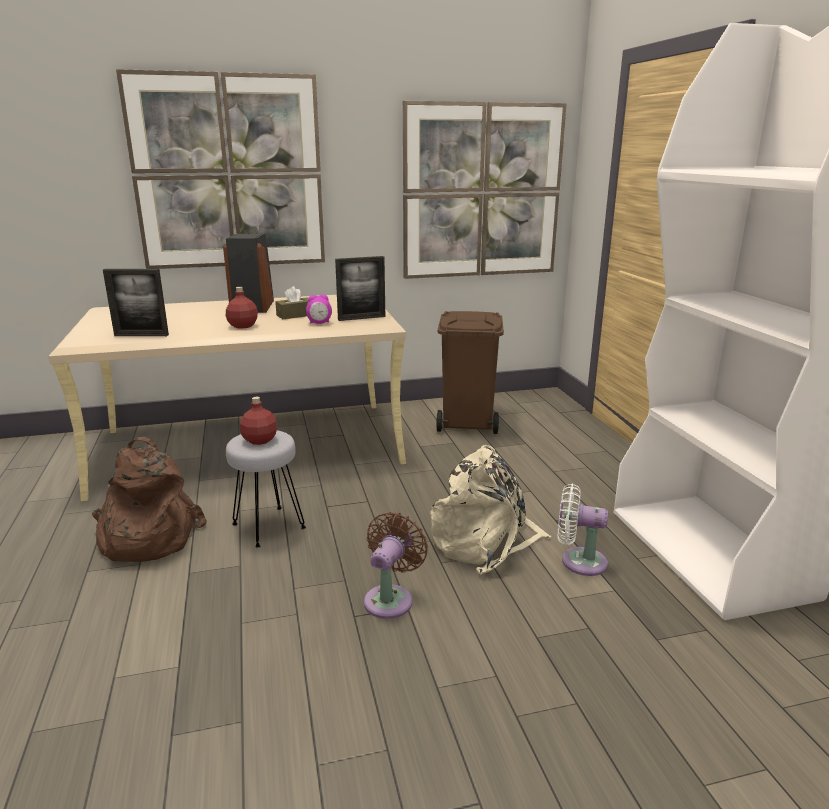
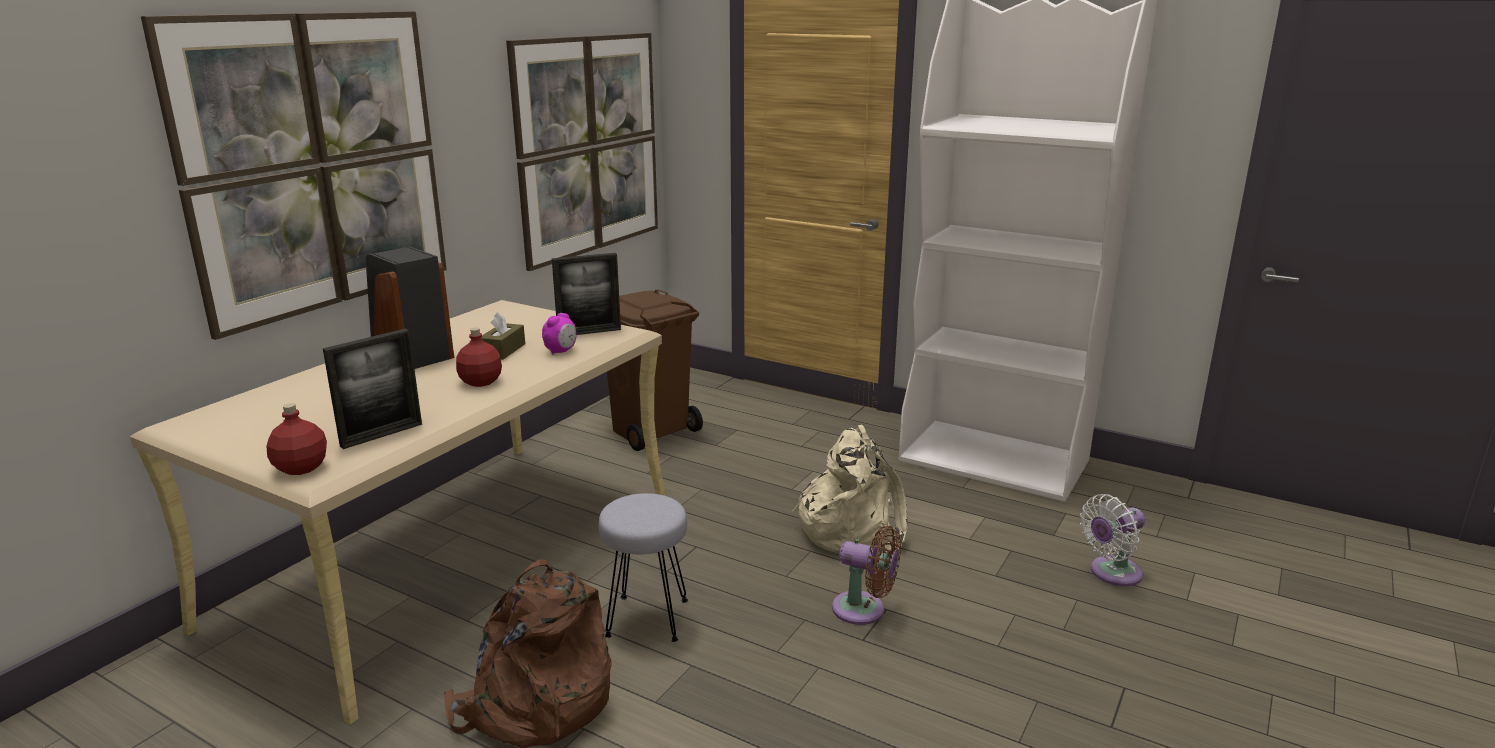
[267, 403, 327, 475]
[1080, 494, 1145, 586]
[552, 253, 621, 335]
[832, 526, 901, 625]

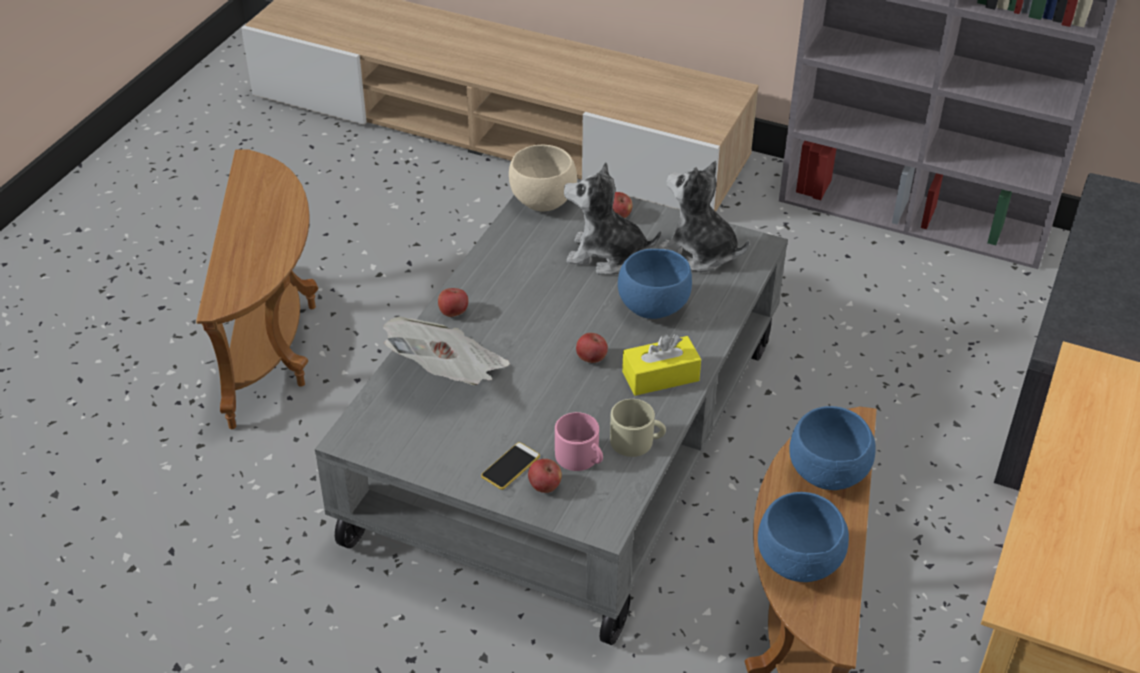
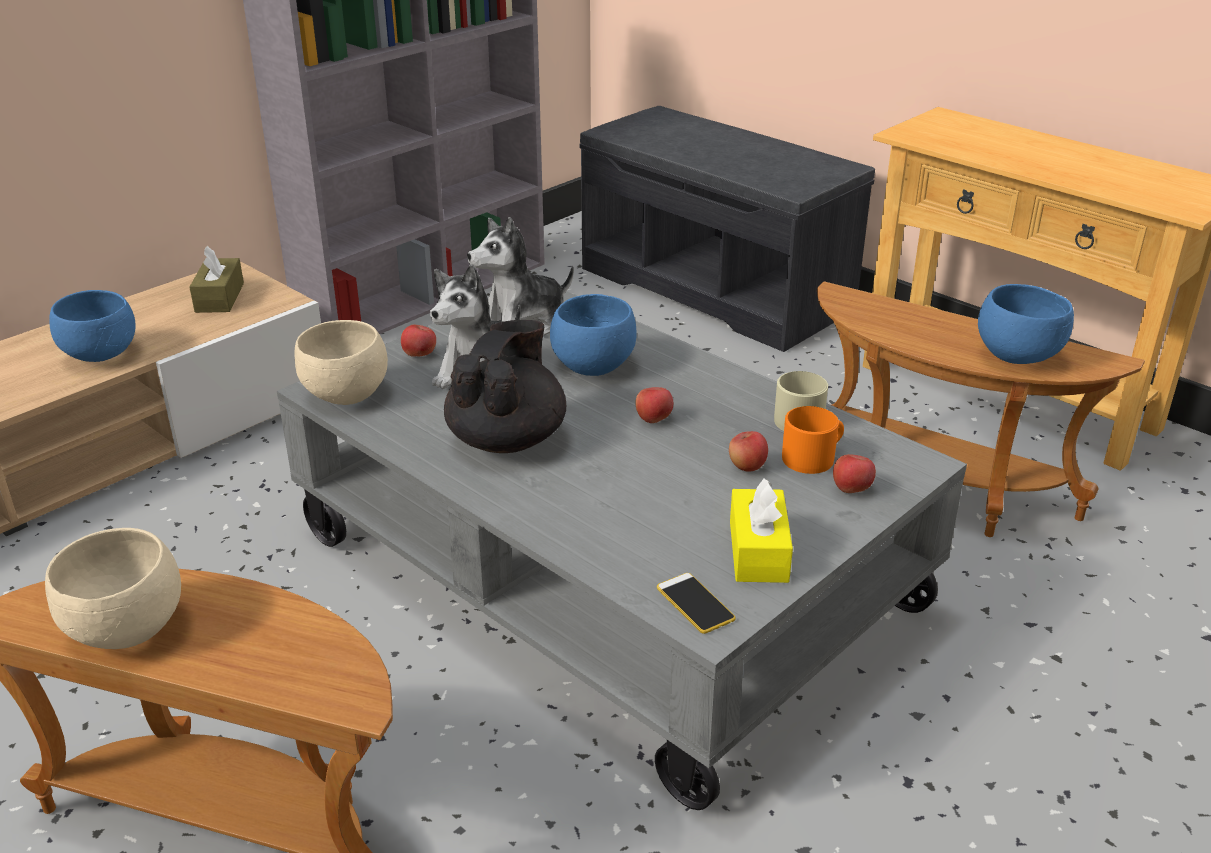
[383, 317, 510, 385] (first image)
[45, 528, 181, 649]
[189, 246, 244, 313]
[444, 320, 566, 453]
[729, 431, 768, 472]
[657, 573, 736, 634]
[730, 478, 793, 583]
[49, 290, 136, 362]
[782, 406, 844, 474]

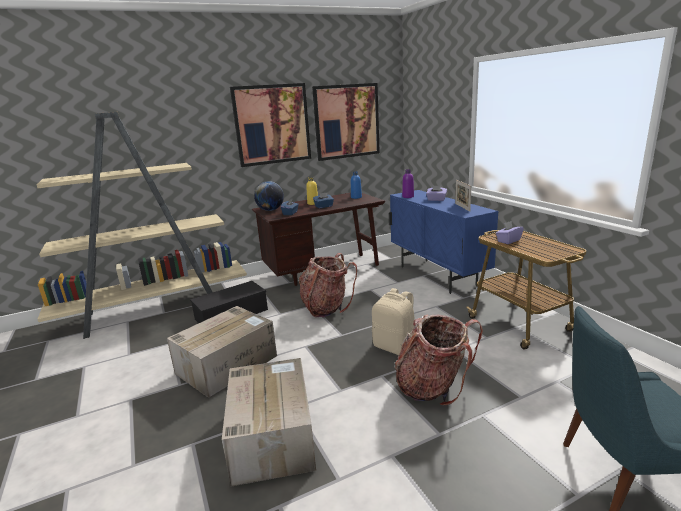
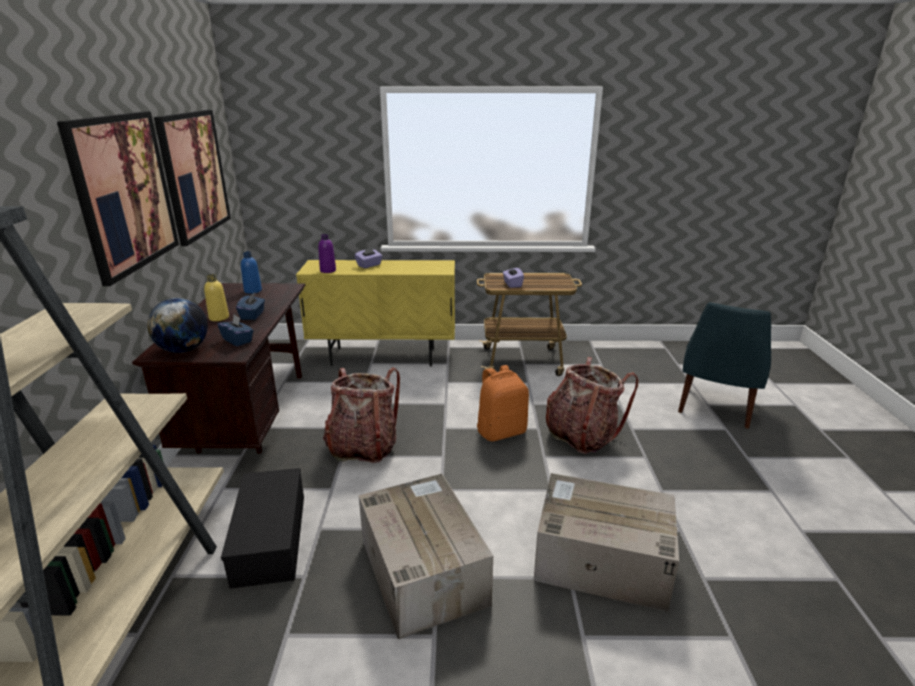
[455, 180, 471, 212] (first image)
[477, 365, 529, 441]
[296, 260, 455, 367]

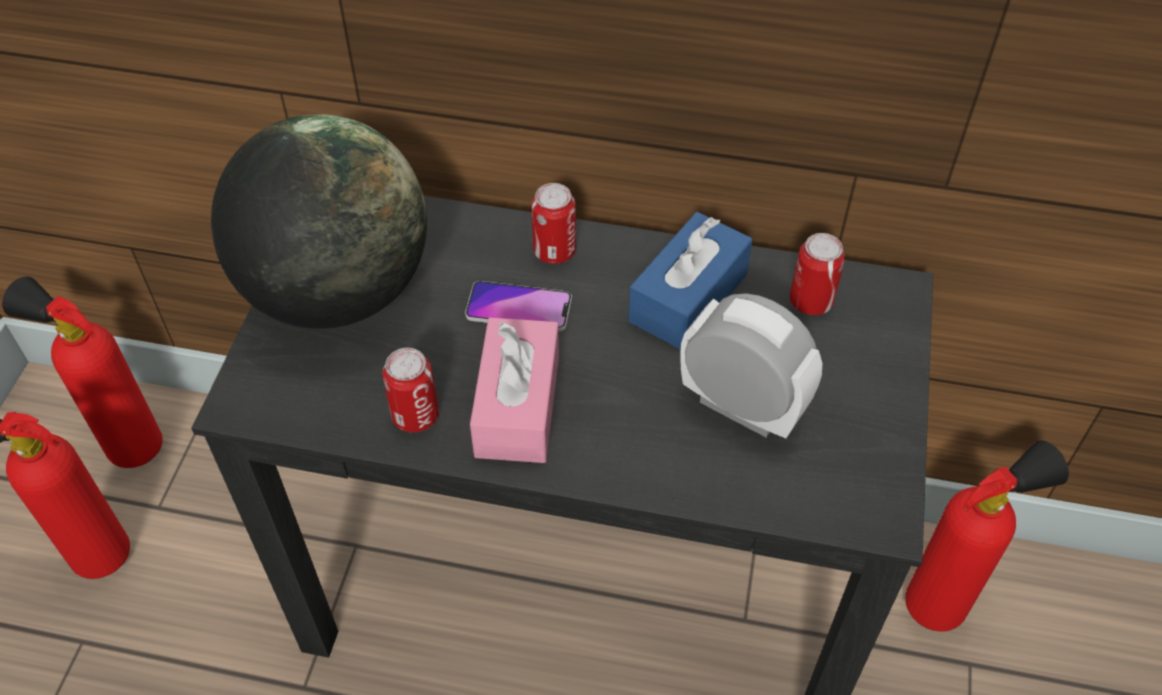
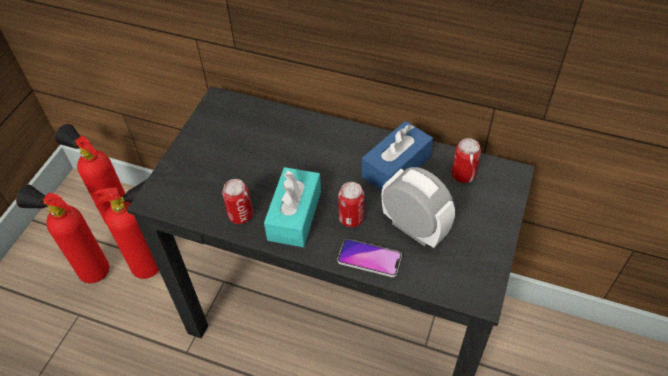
[211, 114, 427, 329] (first image)
[338, 239, 402, 277]
[338, 182, 365, 227]
[93, 180, 159, 279]
[264, 167, 321, 247]

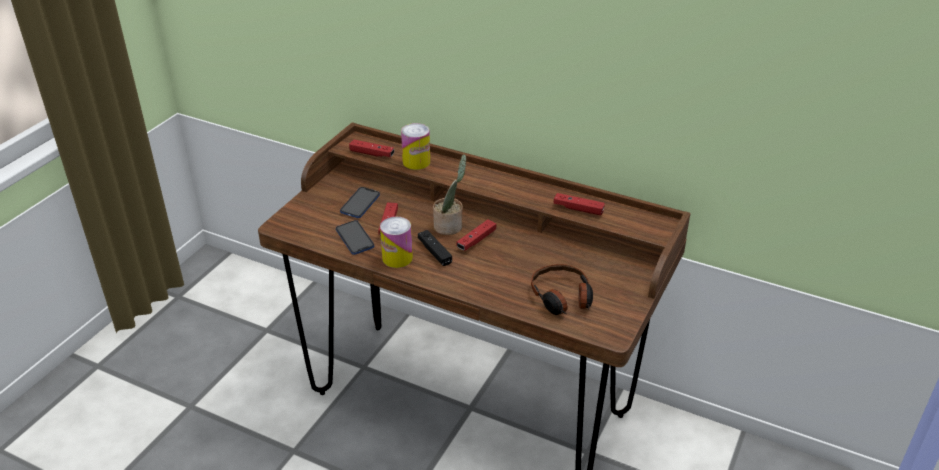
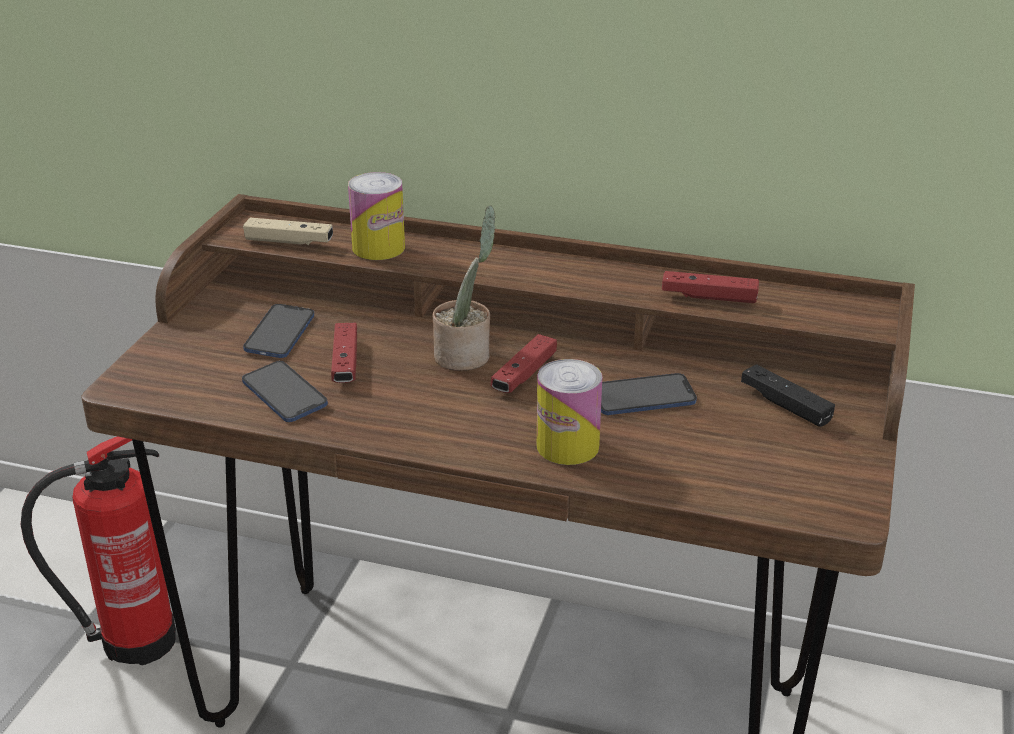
[531, 264, 593, 315] (first image)
[21, 436, 176, 665]
[601, 373, 697, 415]
[537, 359, 602, 465]
[741, 364, 835, 427]
[243, 218, 333, 245]

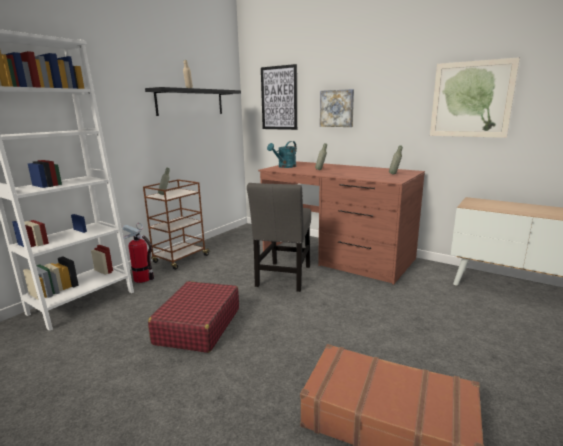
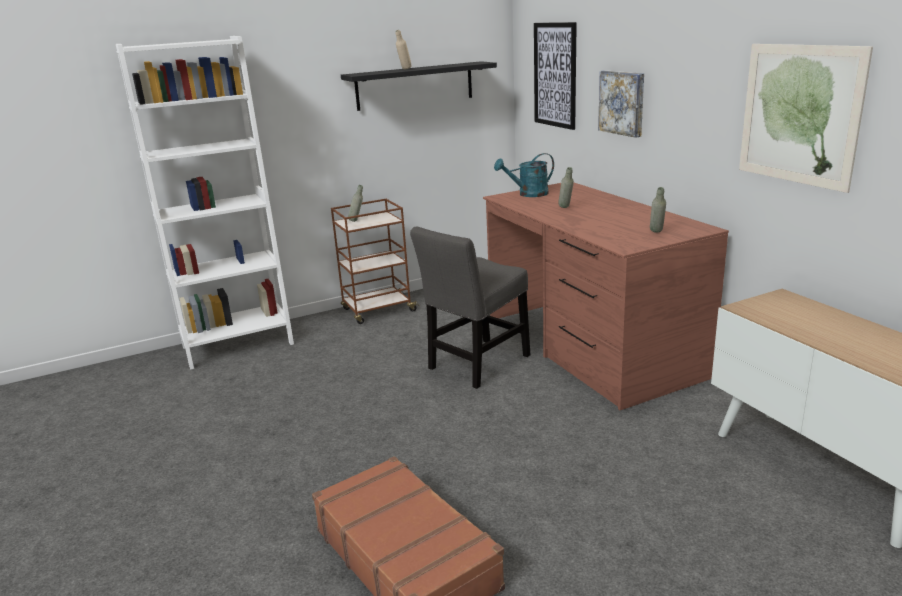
[122, 223, 154, 283] (first image)
[148, 281, 239, 353] (first image)

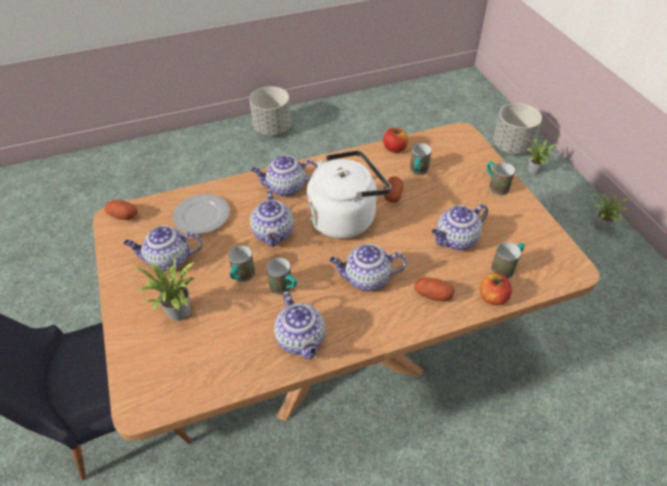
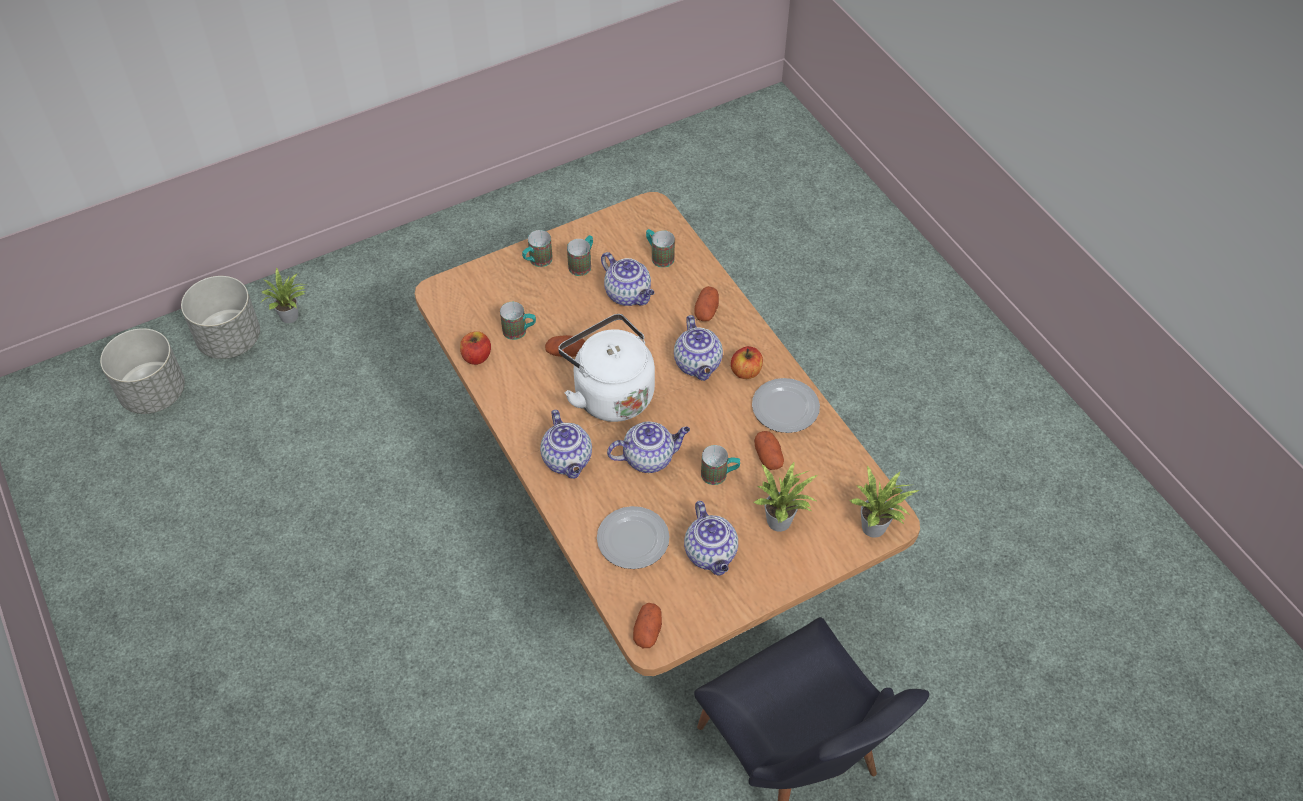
[754, 431, 784, 470]
[100, 328, 185, 414]
[567, 235, 593, 276]
[731, 346, 763, 379]
[849, 465, 920, 538]
[752, 378, 820, 433]

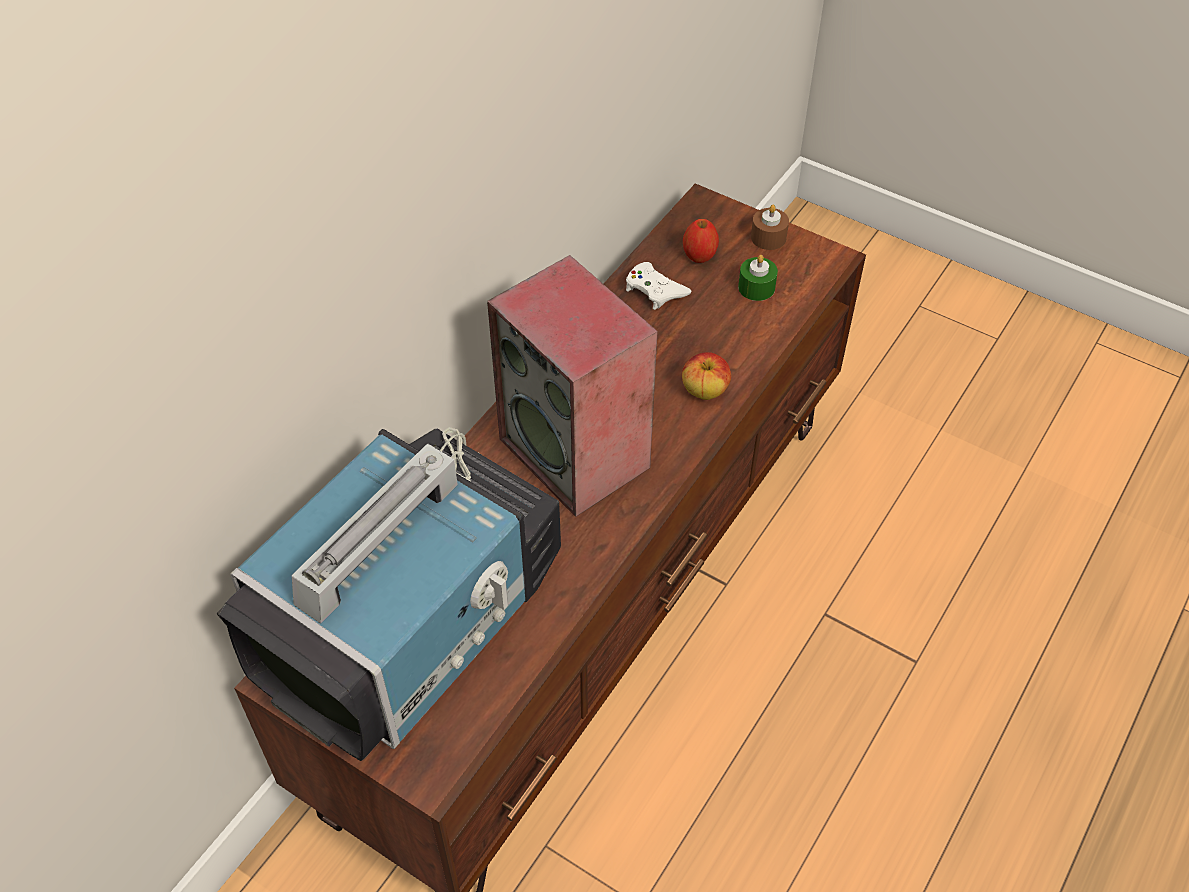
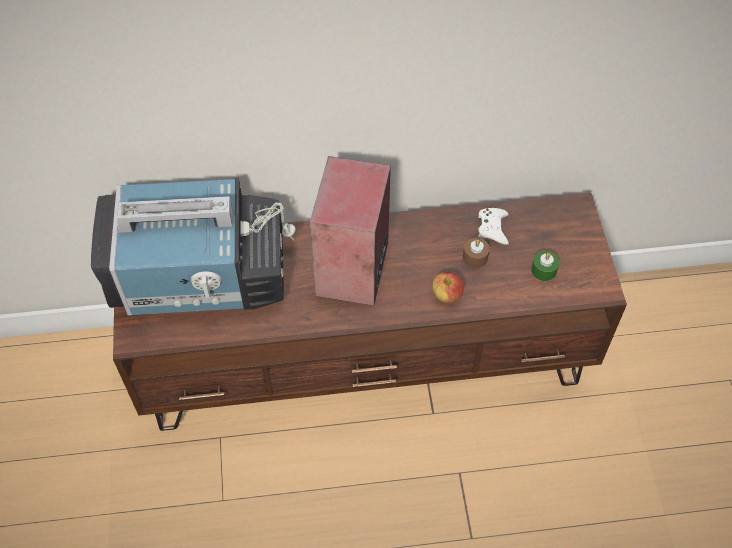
[683, 219, 719, 263] (first image)
[463, 238, 490, 268]

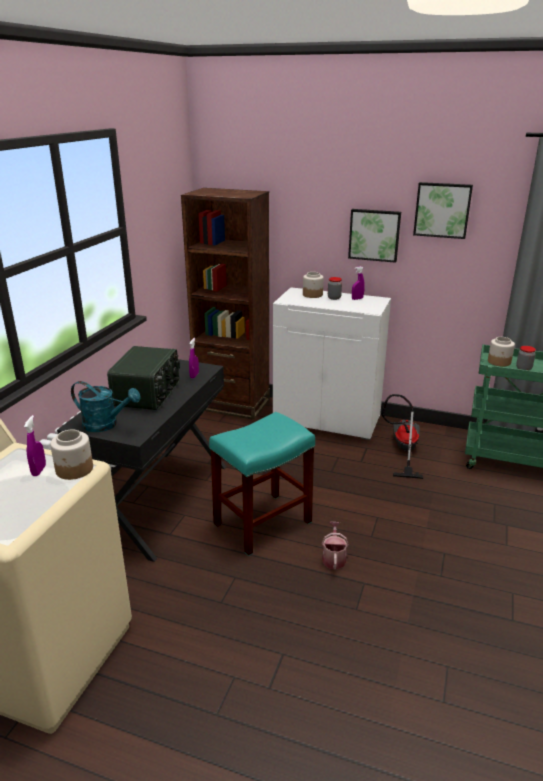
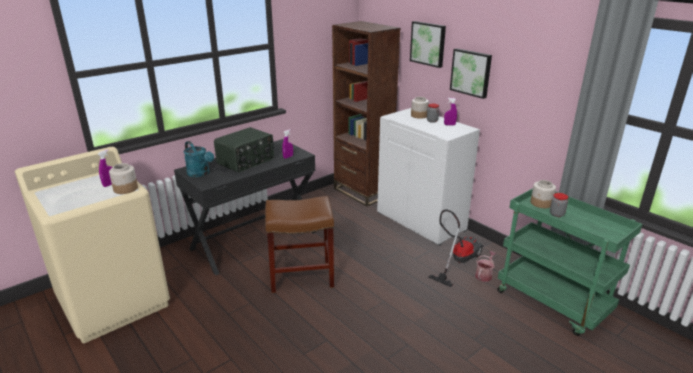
[475, 251, 496, 282]
[410, 21, 446, 68]
[265, 196, 334, 293]

